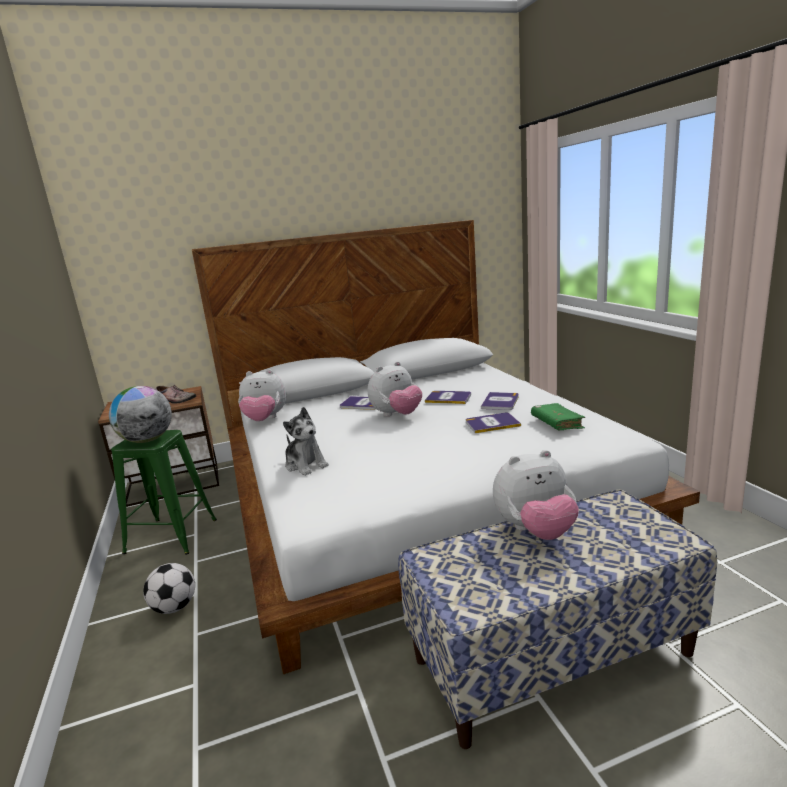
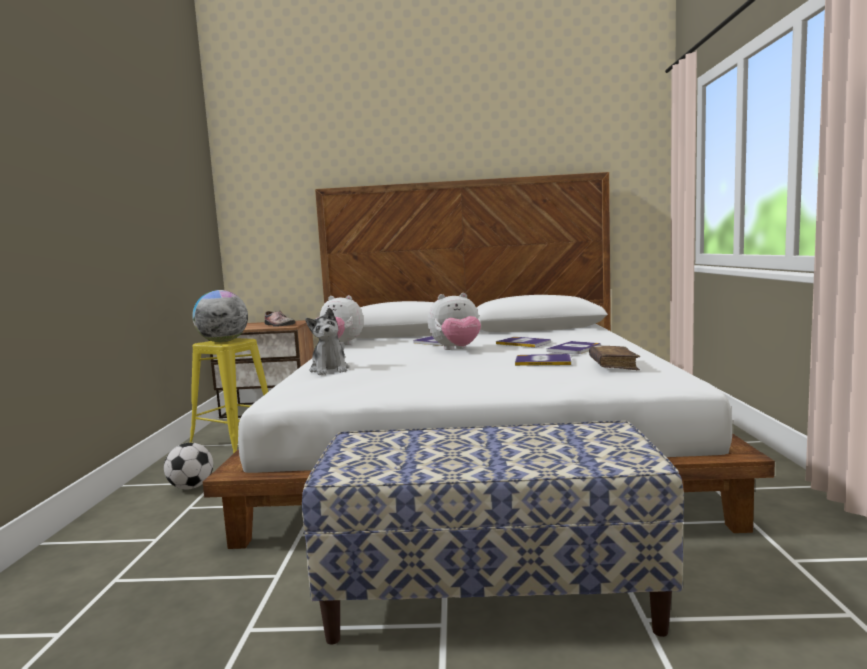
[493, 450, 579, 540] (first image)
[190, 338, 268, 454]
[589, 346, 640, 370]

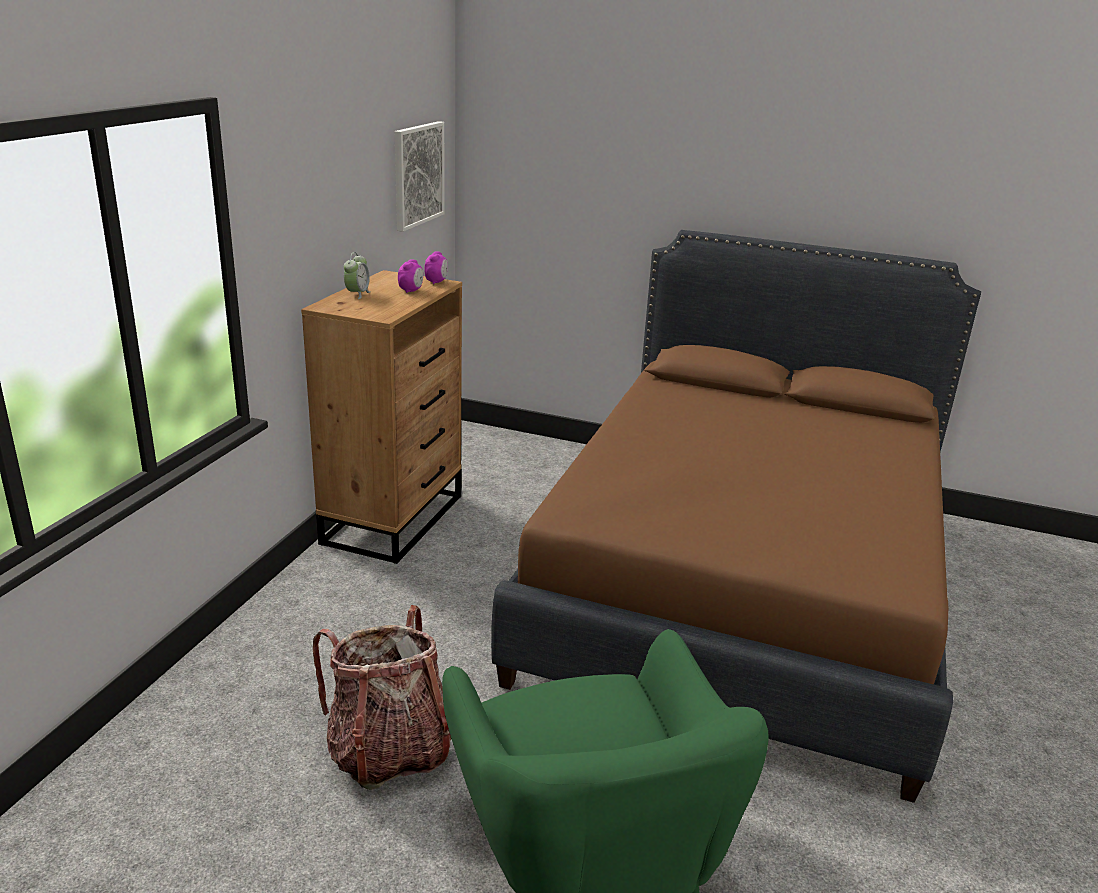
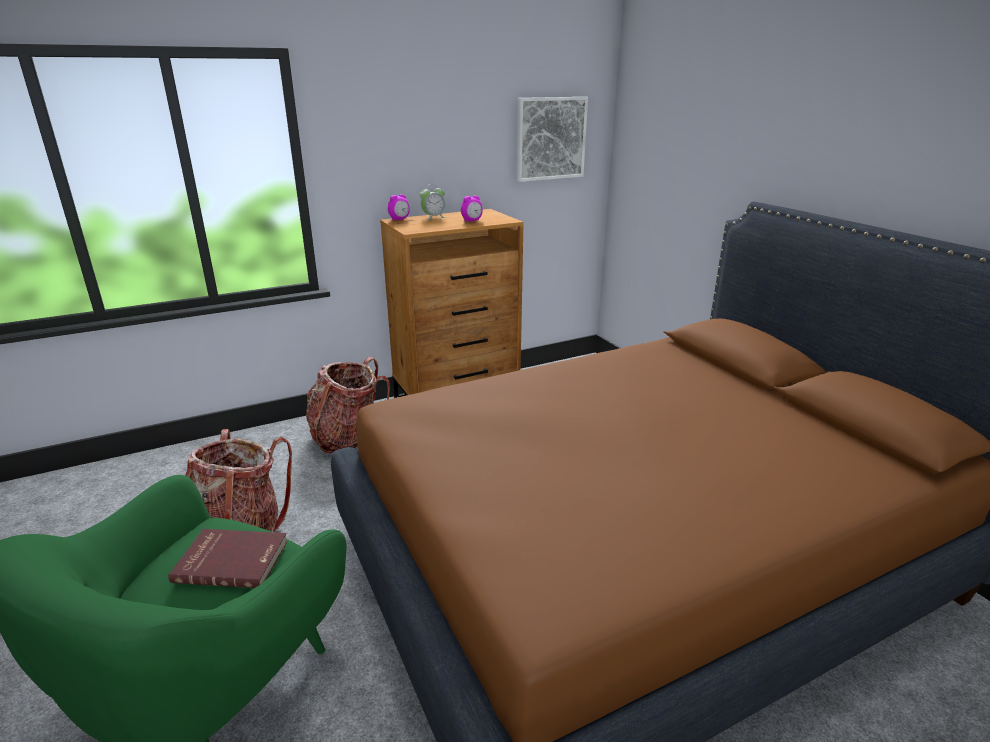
[168, 529, 288, 588]
[306, 357, 390, 454]
[388, 194, 410, 220]

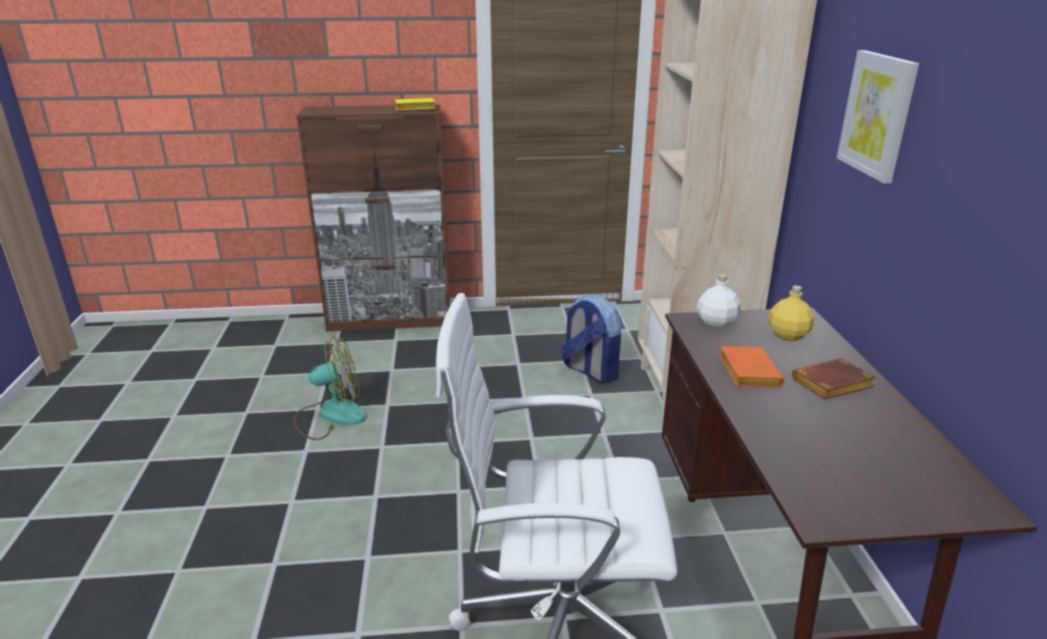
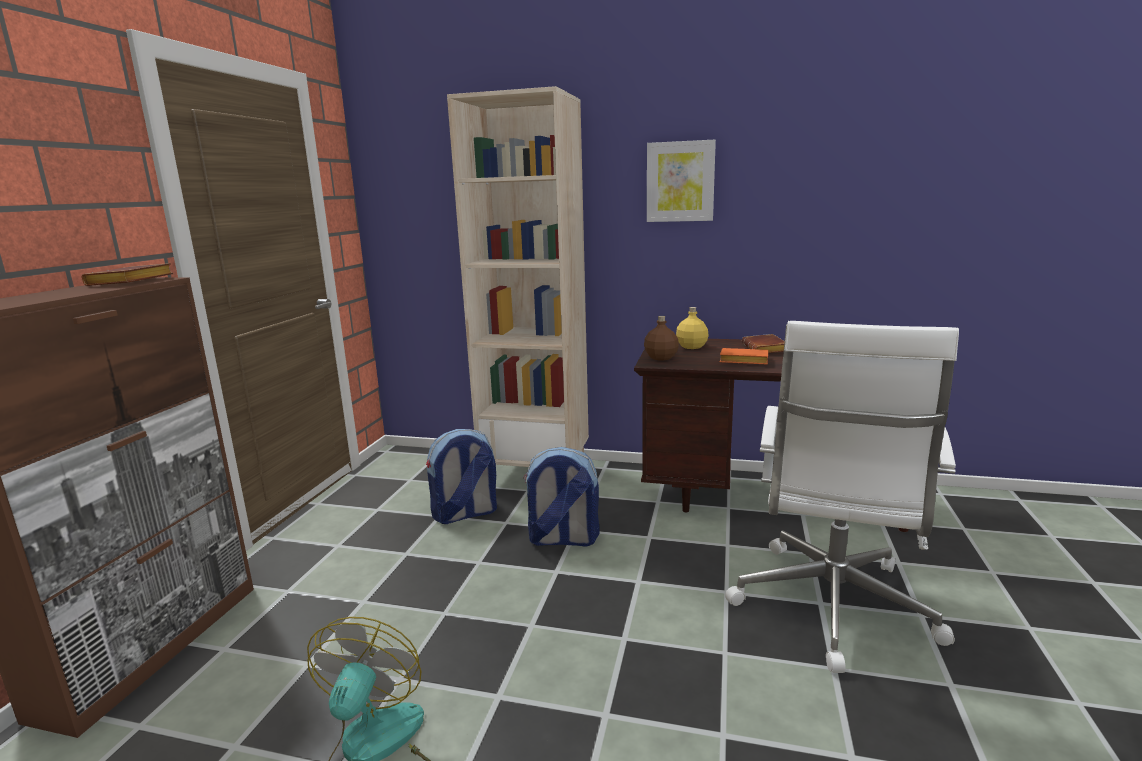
[523, 447, 600, 547]
[82, 263, 173, 286]
[644, 316, 679, 361]

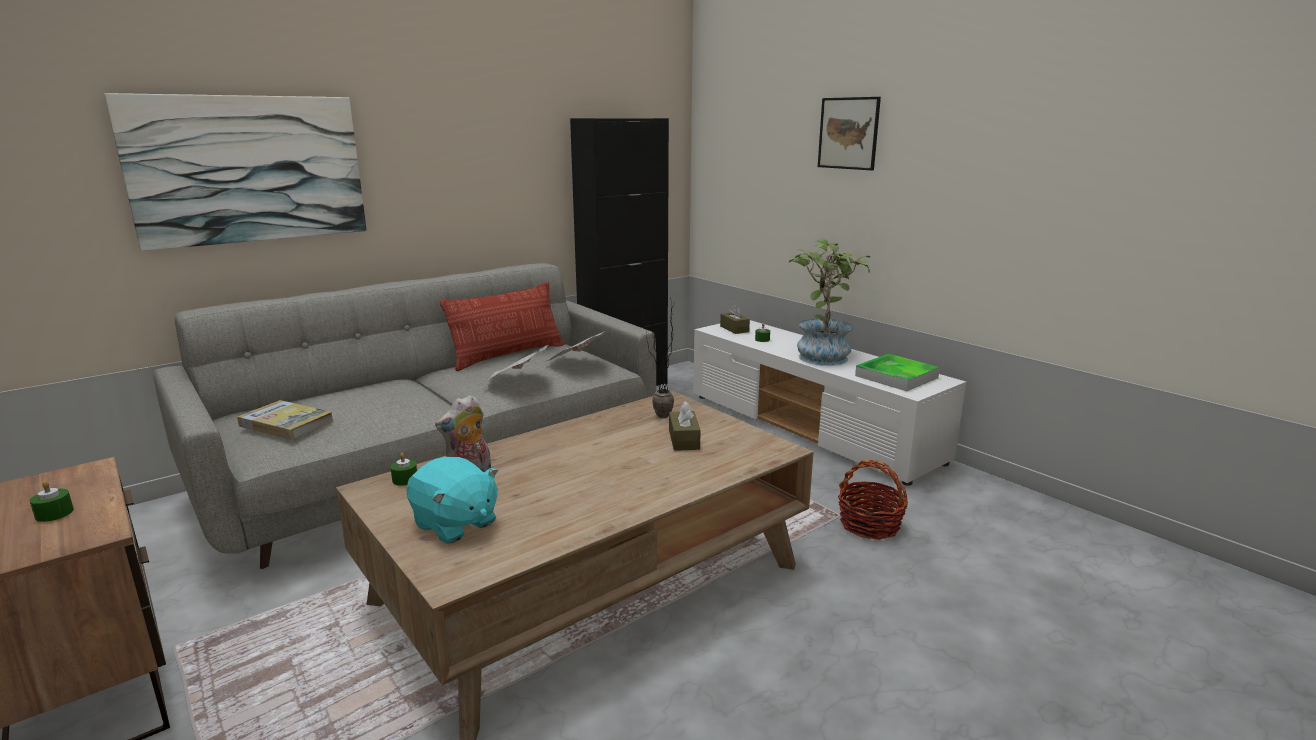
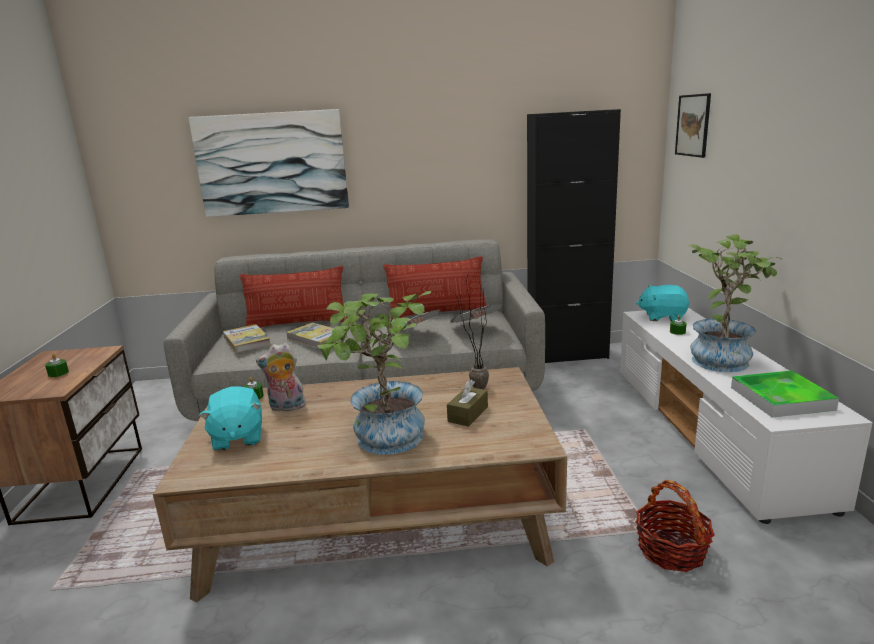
[240, 266, 347, 328]
[286, 323, 347, 349]
[317, 291, 431, 455]
[675, 93, 711, 158]
[636, 285, 689, 321]

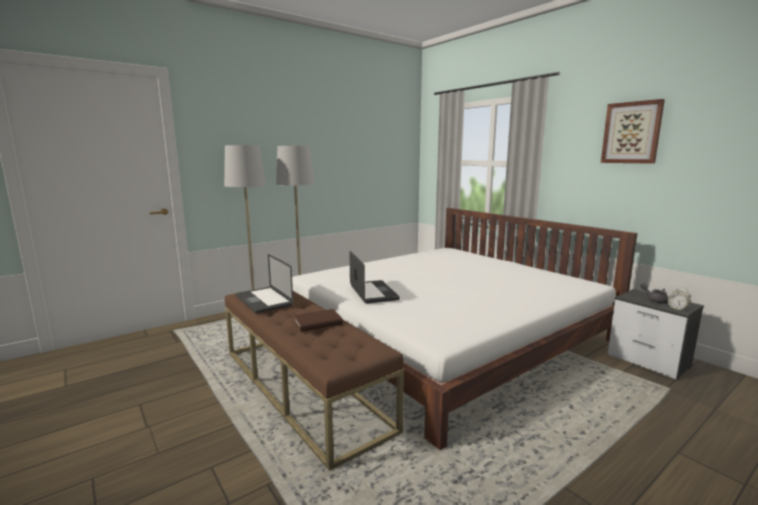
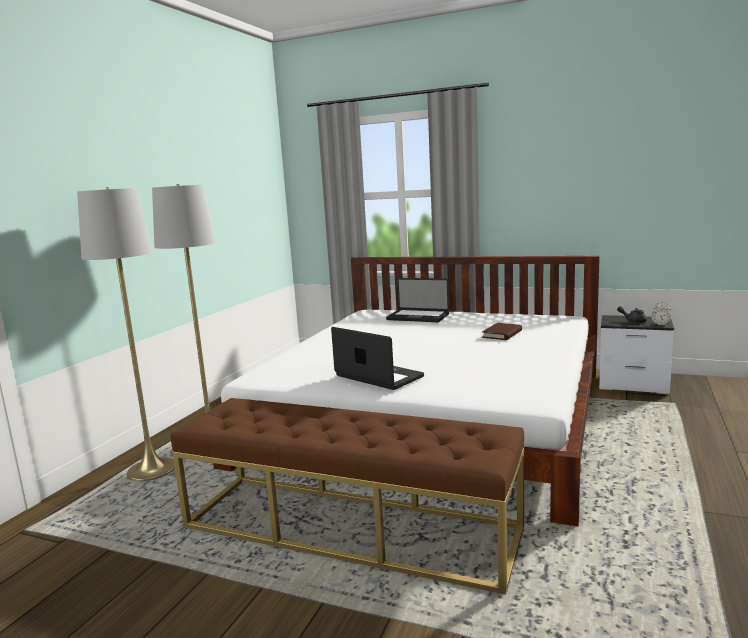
[601, 99, 665, 164] (first image)
[386, 278, 450, 322]
[482, 323, 522, 340]

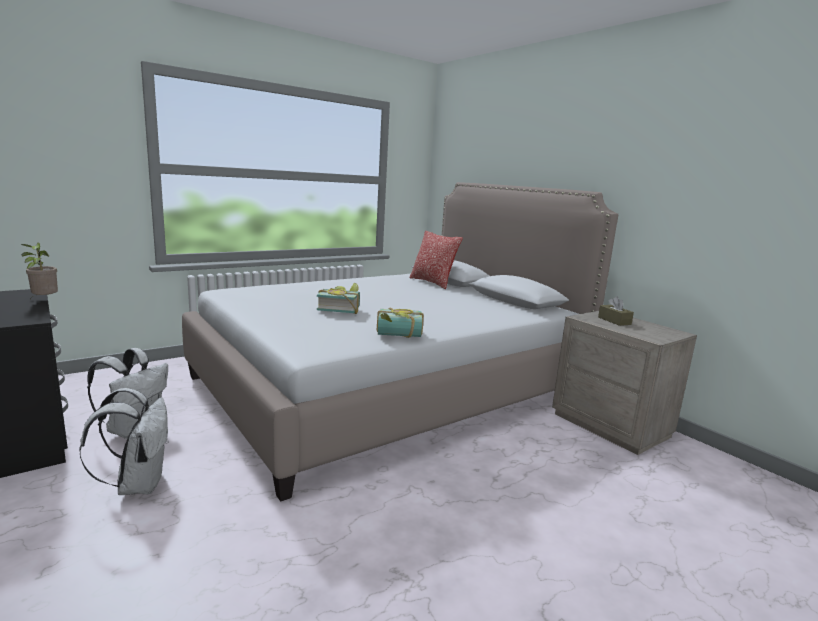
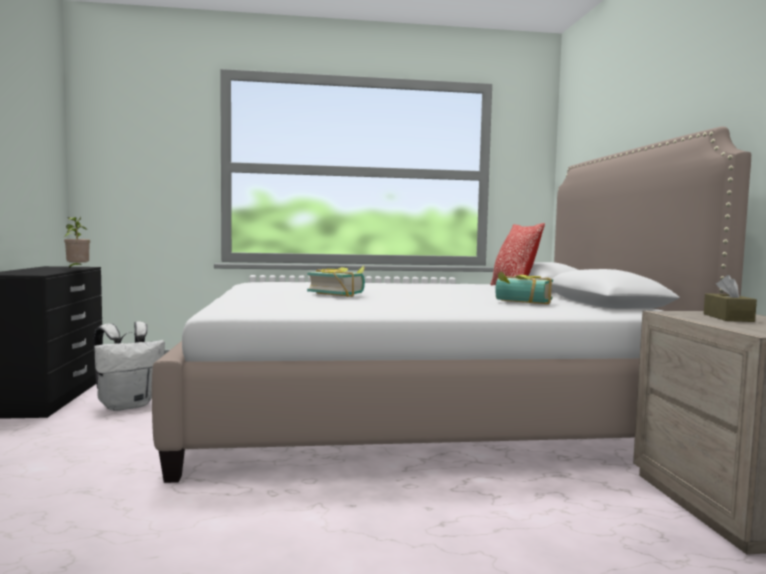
[79, 388, 169, 495] (first image)
[496, 272, 553, 304]

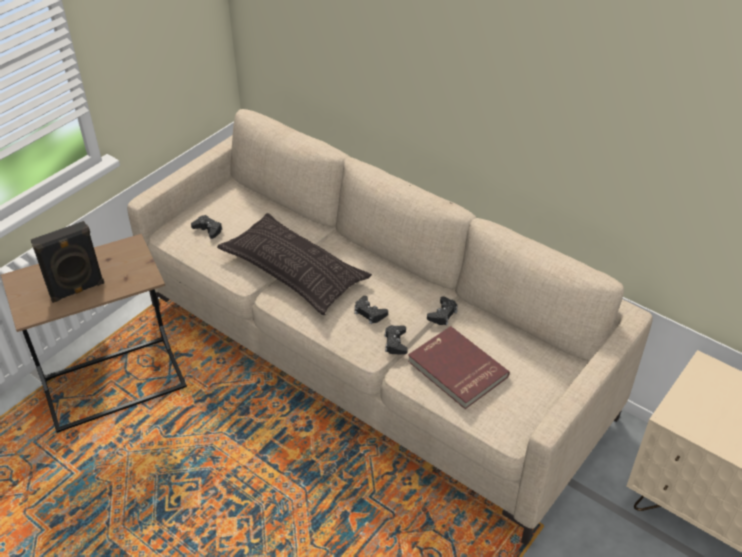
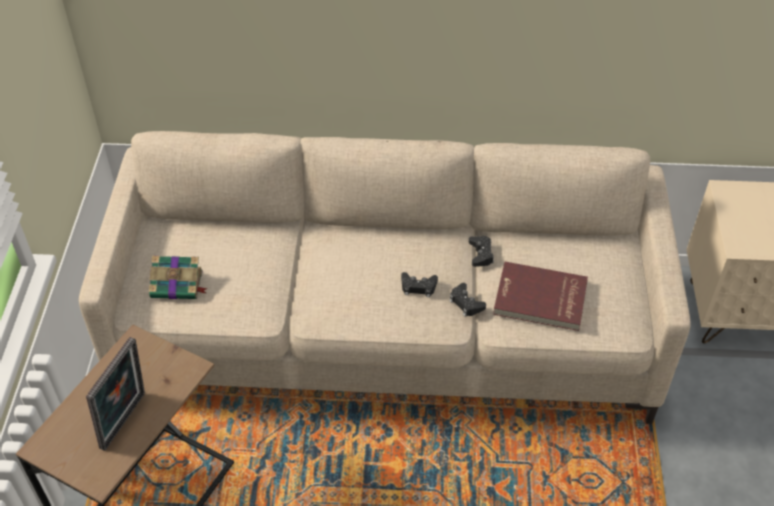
[217, 213, 372, 315] (first image)
[86, 337, 145, 451]
[149, 256, 208, 299]

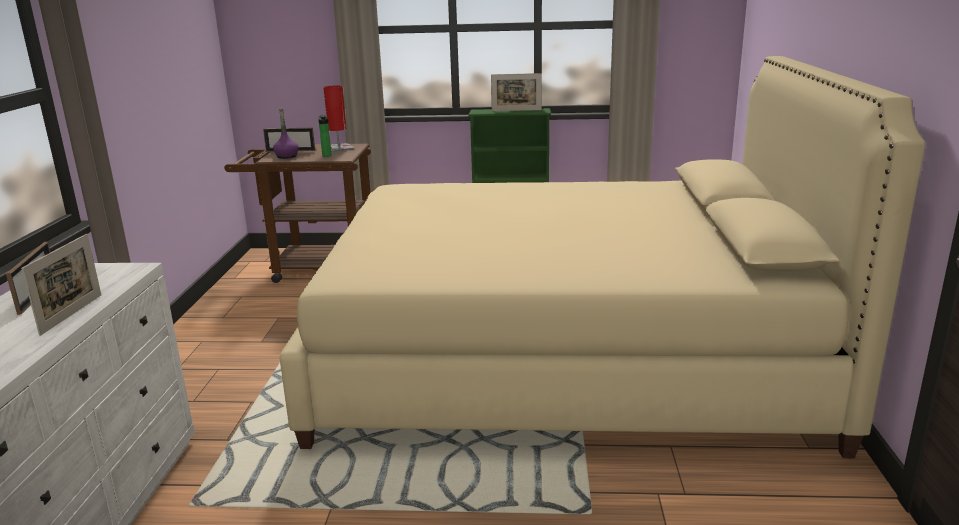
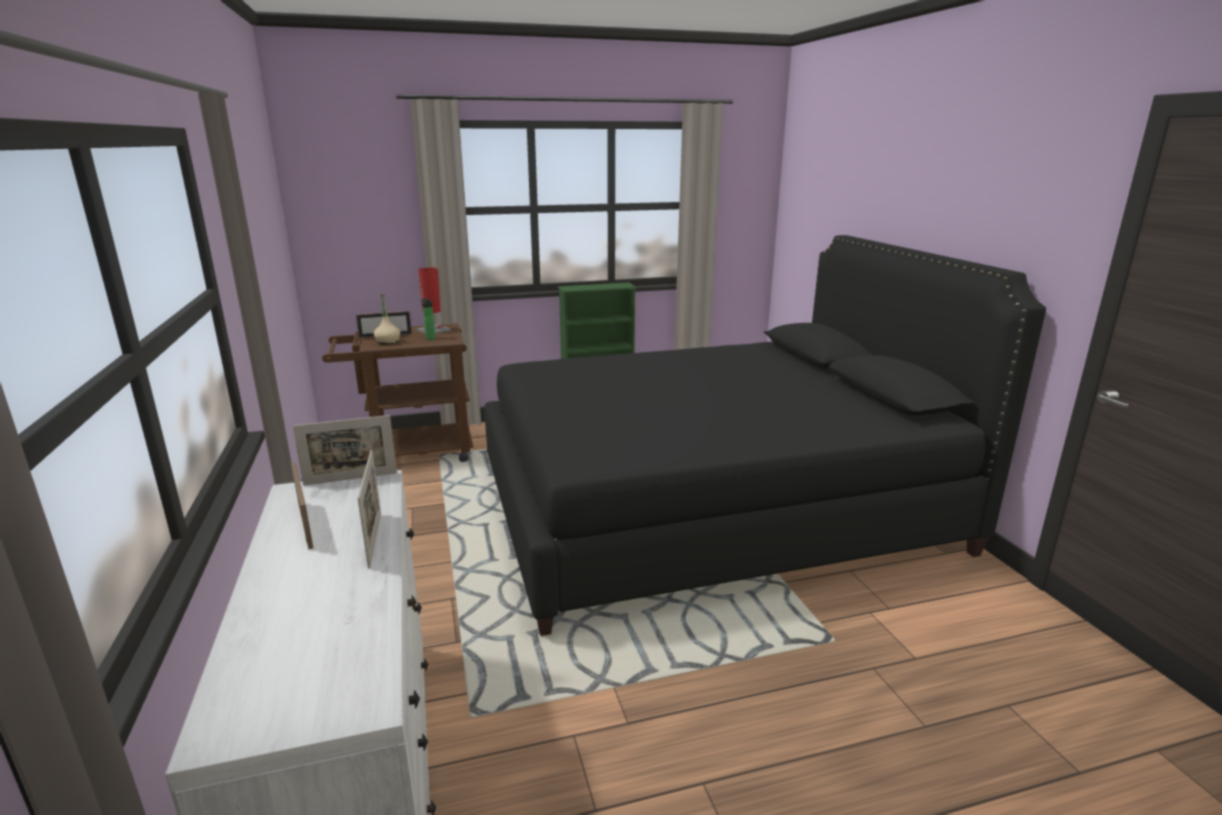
[293, 415, 397, 486]
[374, 294, 400, 345]
[484, 235, 1046, 636]

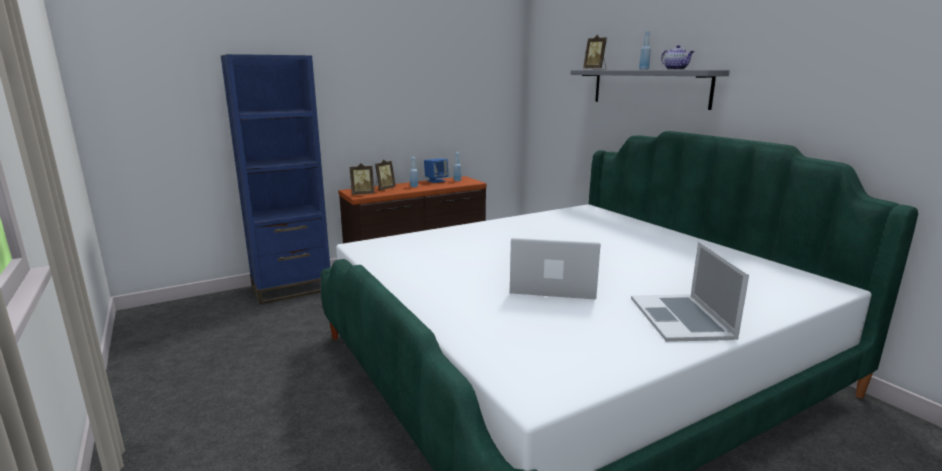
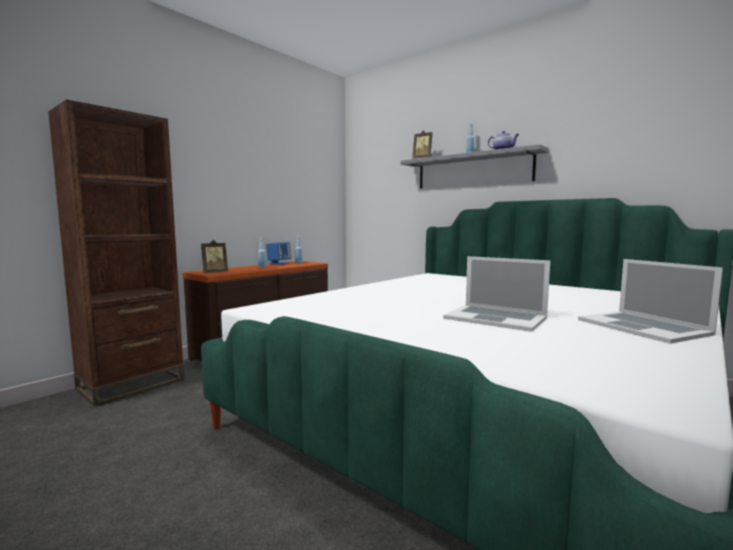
[375, 159, 396, 190] (first image)
[48, 99, 184, 407]
[443, 256, 550, 332]

